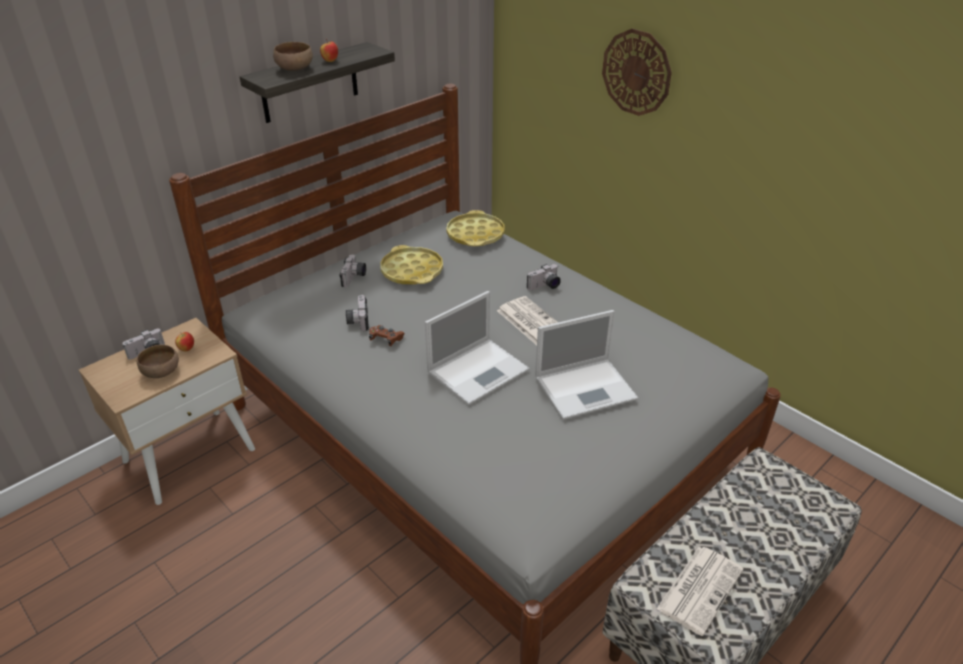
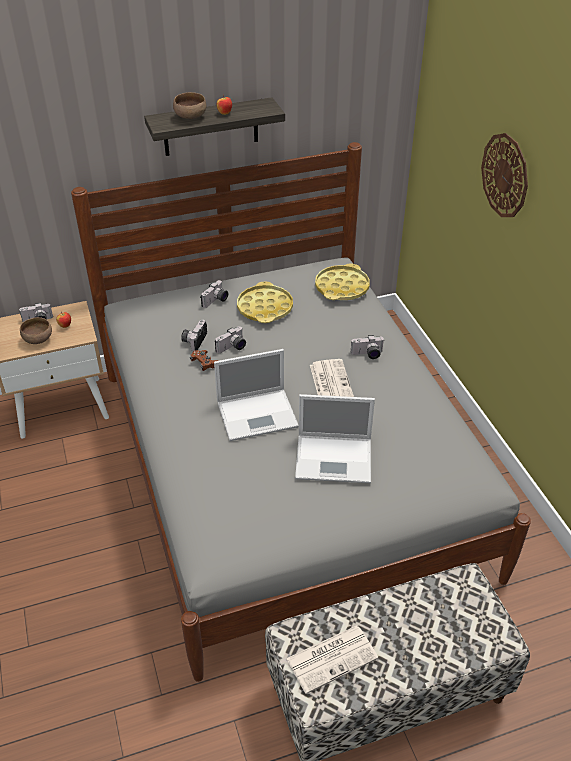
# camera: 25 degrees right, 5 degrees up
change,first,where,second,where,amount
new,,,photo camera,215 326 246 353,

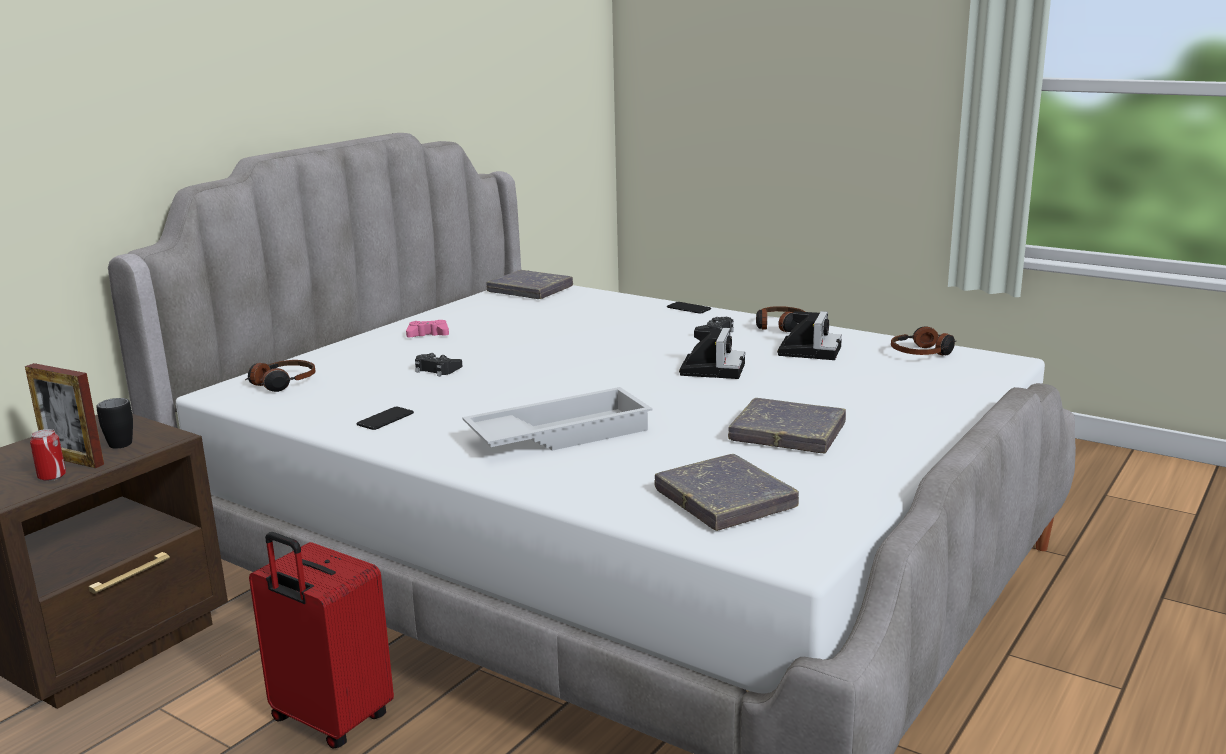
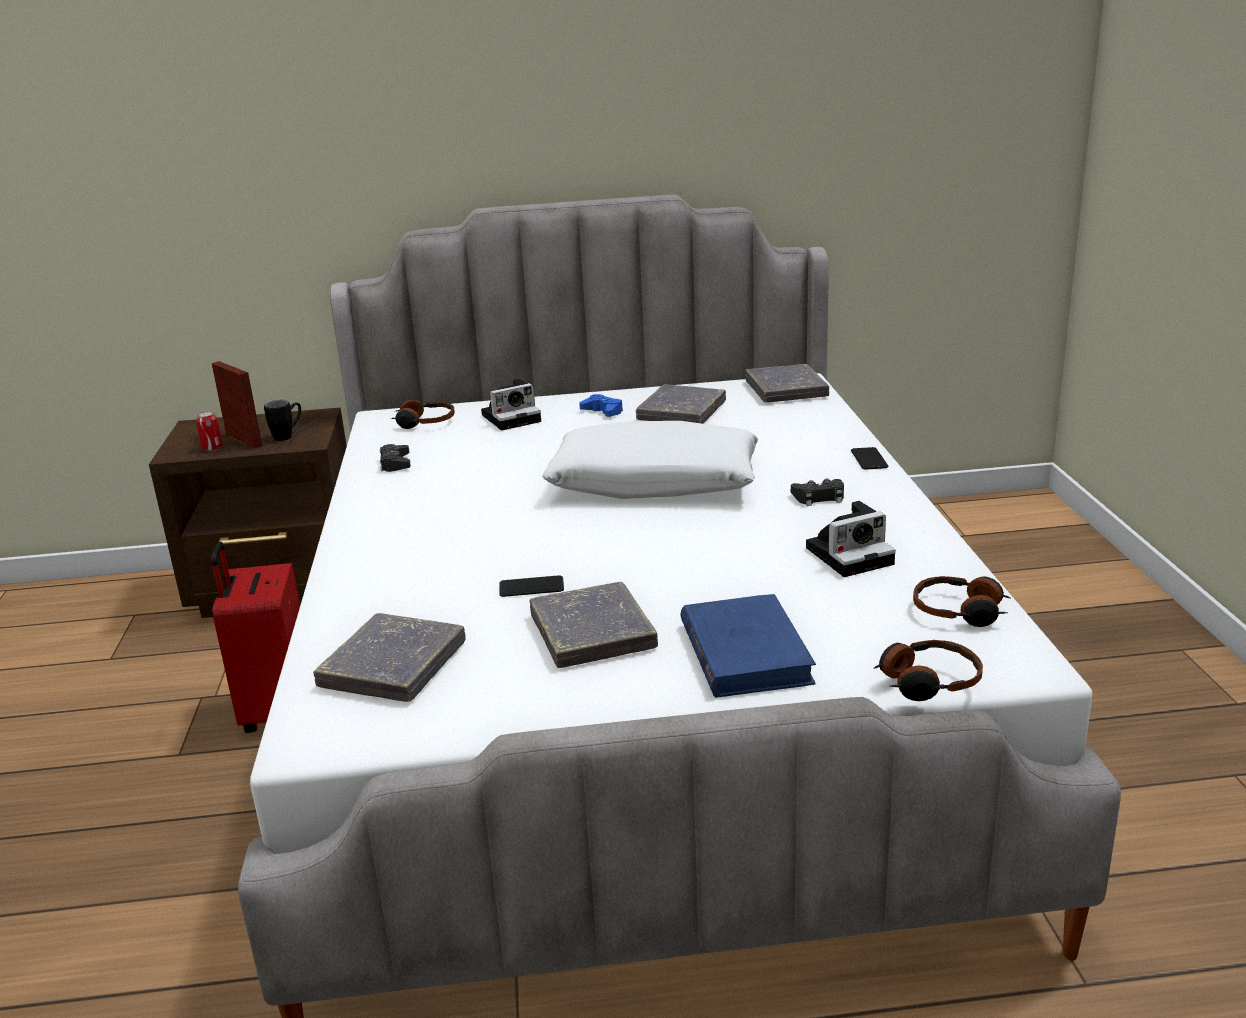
# camera: 50 degrees right, 5 degrees up
change,first,where,second,where,amount
shifted,headphones,756 306 805 332,,874 640 983 701,
repainted,game controller in pink,406 320 449 337,game controller in blue,579 394 623 417,
shifted,photo camera,679 328 745 379,,481 378 541 431,
shifted,game controller in black,415 353 463 377,,380 444 411 472,
rotated,picture frame,25 363 104 468,,212 361 262 448,150 degrees clockwise
gone,tray in white,462 387 653 451,,,
shifted,phone,356 407 414 430,,499 575 564 597,
new,,,book in grey,636 384 726 424,
new,,,pillow in white,542 421 758 499,
new,,,book in blue,680 594 816 698,

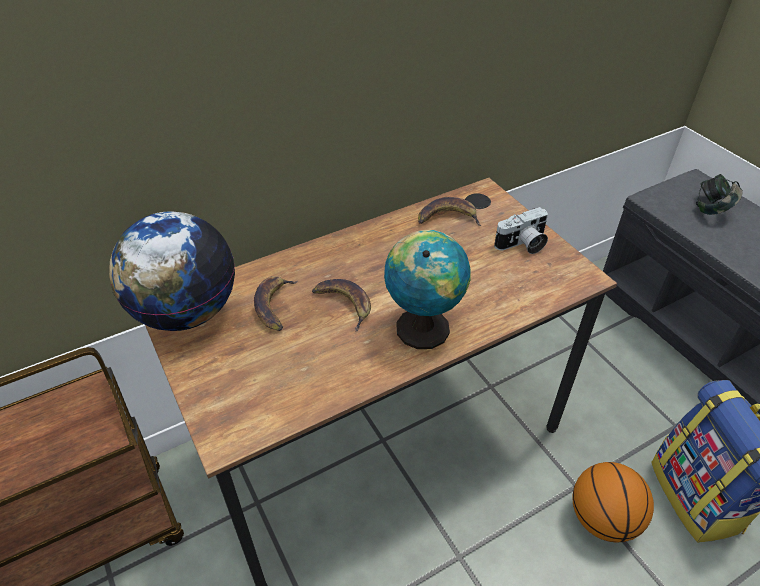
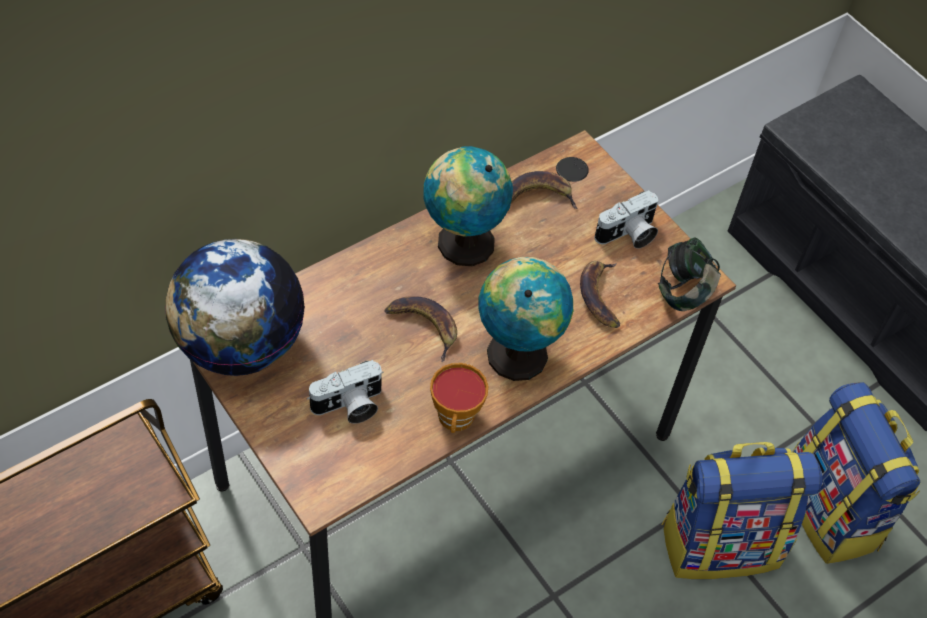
# camera: 10 degrees left, 10 degrees up
change,first,where,second,where,amount
shifted,headphones,696 174 743 215,,658 237 721 311,
shifted,banana,254 276 298 331,,580 261 620 328,
swapped,basketball,572 462 654 543,backpack,662 442 823 579,
new,,,globe,424 146 513 266,
new,,,photo camera,307 360 383 424,
new,,,cup,430 363 488 433,

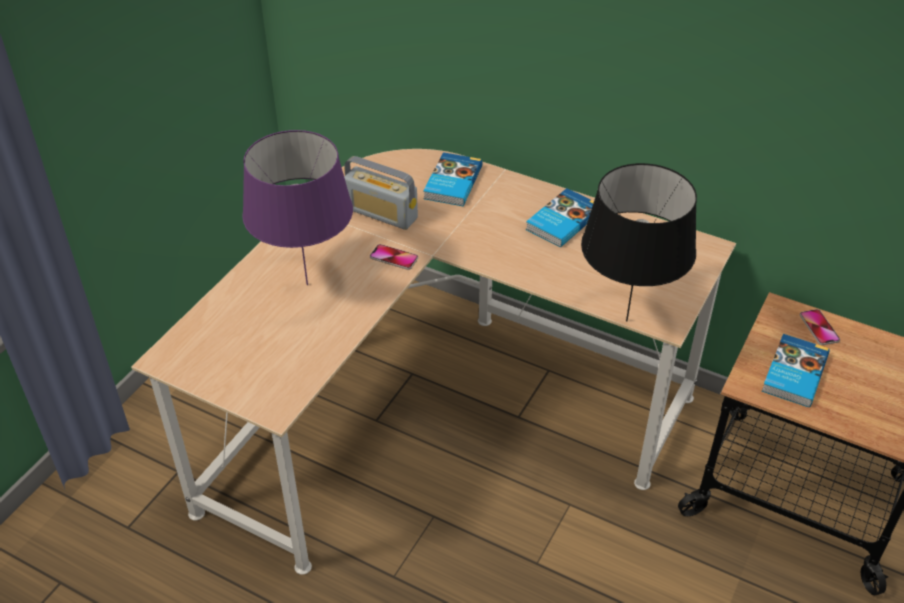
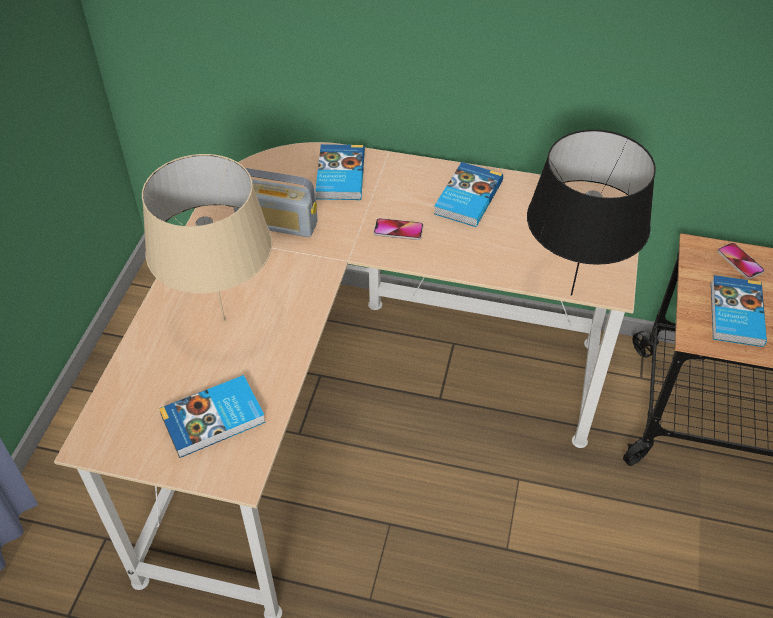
# camera: 15 degrees left, 5 degrees up
change,first,where,second,where,amount
repainted,table lamp in purple,242 130 353 285,table lamp in beige,142 154 272 322,
shifted,phone,370 244 418 270,,374 218 423 240,
new,,,book,159 375 266 458,

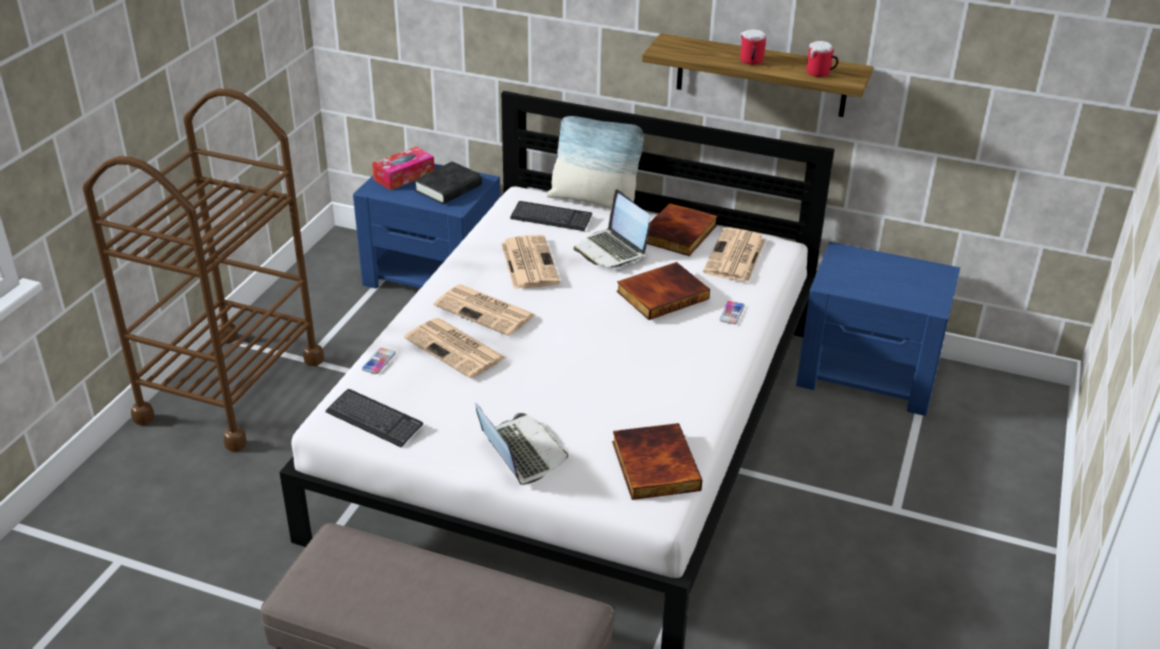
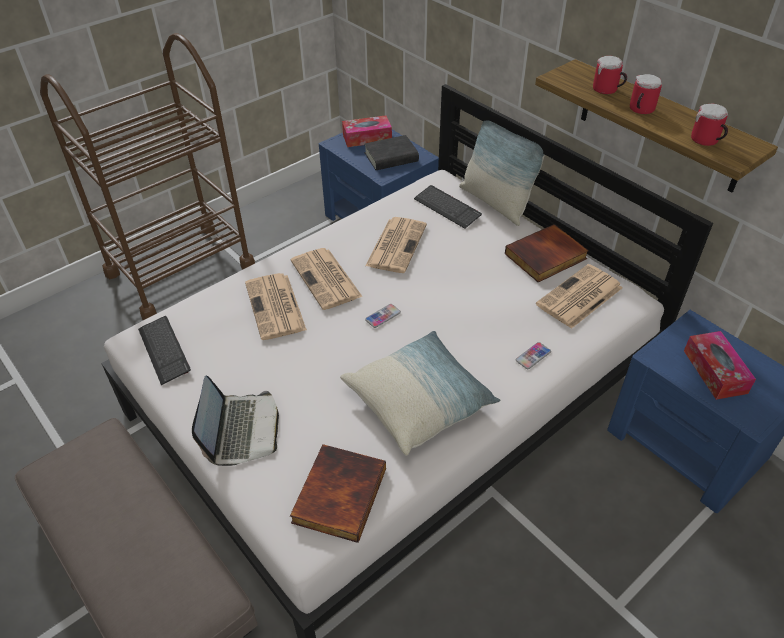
# camera: 30 degrees right, 10 degrees up
change,first,where,second,where,amount
gone,laptop,574 189 650 268,,,
gone,book,616 262 710 320,,,
shifted,phone,362 348 396 374,,365 304 401 328,
new,,,mug,593 56 627 94,
new,,,pillow,340 331 500 456,
new,,,tissue box,684 331 756 400,

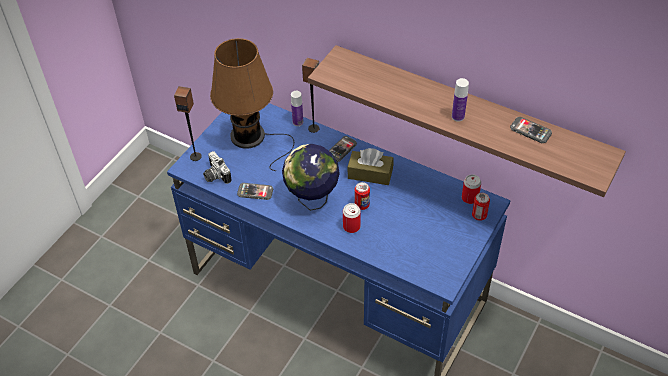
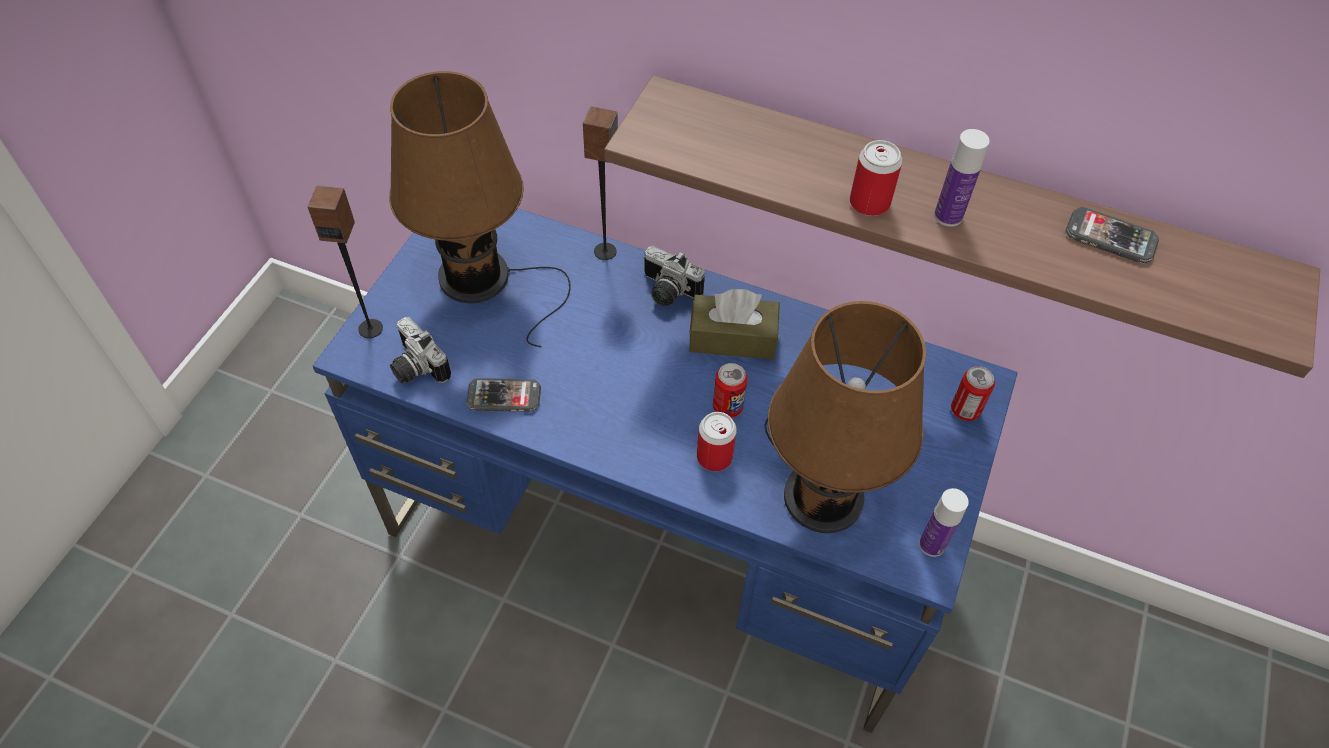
# camera: 10 degrees left, 5 degrees up
change,first,where,second,where,amount
shifted,bottle,291 91 303 126,,919 488 969 557,
swapped,phone,329 136 357 162,photo camera,644 246 705 306,
gone,globe,282 144 340 211,,,
shifted,can,462 174 481 204,,850 140 902 216,
new,,,table lamp in brown,764 301 926 533,

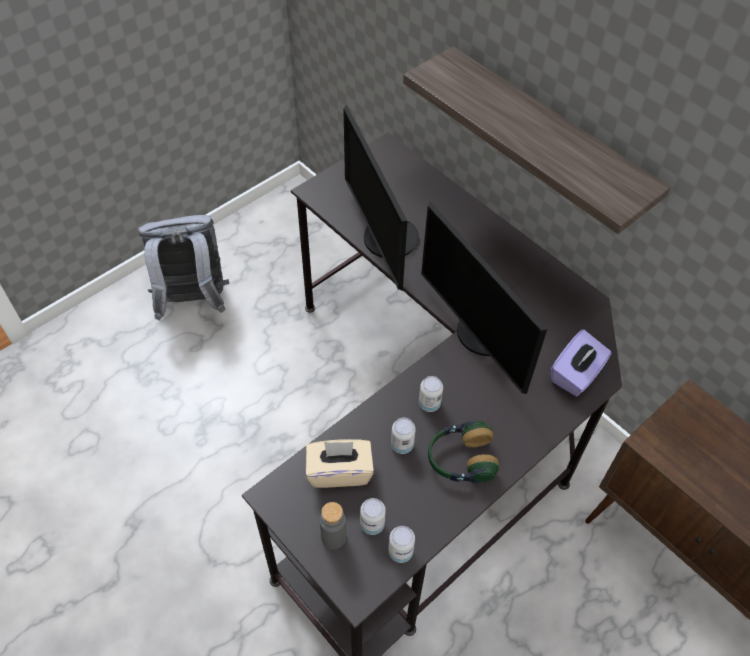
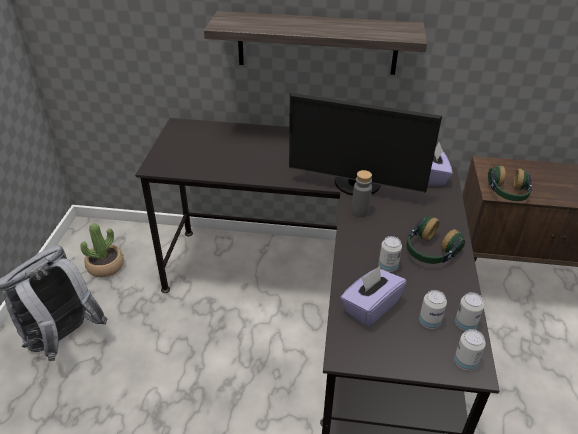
# camera: 40 degrees left, 15 degrees down
change,first,where,second,where,amount
gone,monitor,343 105 419 291,,,
shifted,can,419 376 443 412,,454 329 486 371,
repainted,tissue box in beige,306 439 374 488,tissue box in purple,340 266 407 327,
shifted,bottle in grey,320 502 346 549,,351 170 372 217,
new,,,headphones,488 166 532 201,
new,,,potted plant,80 223 124 278,

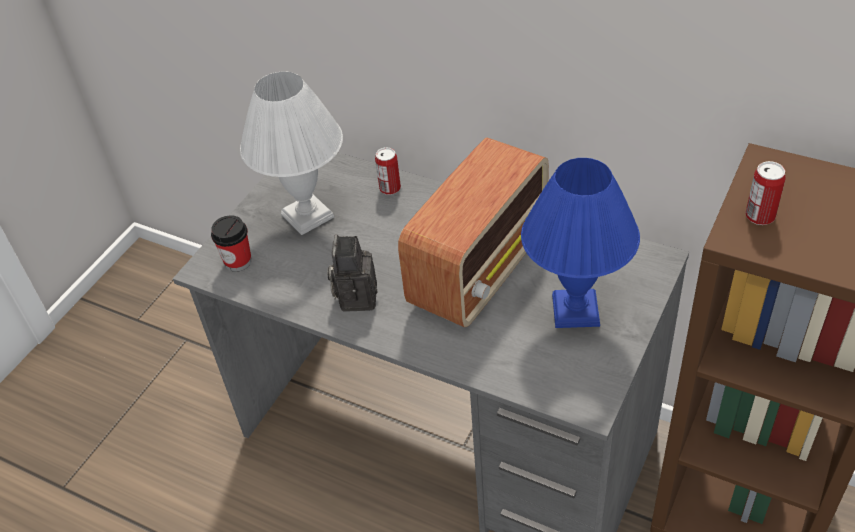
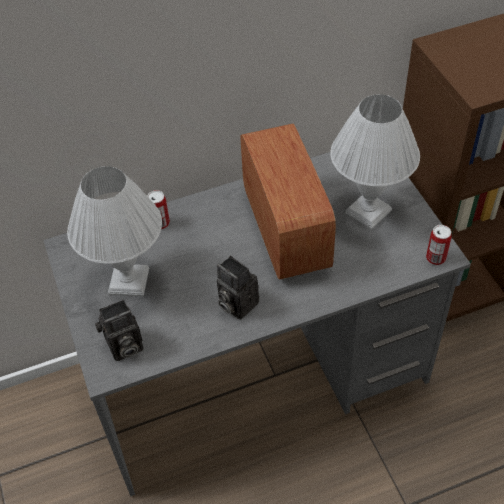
# camera: 50 degrees left, 5 degrees up
change,first,where,second,where,amount
repainted,table lamp in blue,521 158 640 328,table lamp in white,330 94 420 230,
shifted,can,746 161 786 225,,426 225 452 265,
swapped,cup,211 215 252 272,photo camera,95 299 143 361,

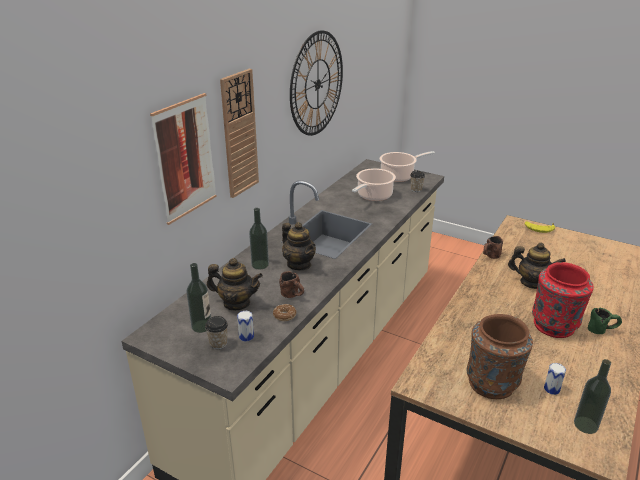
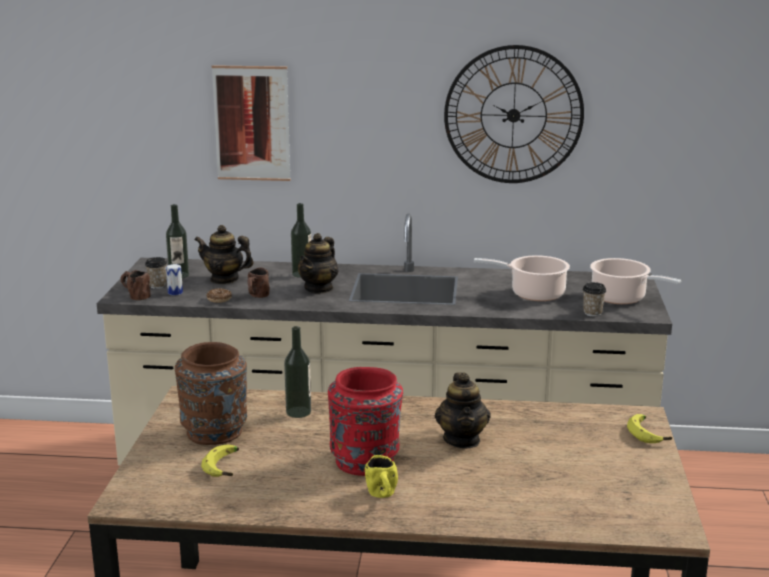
# camera: 65 degrees right, 10 degrees down
change,first,where,second,where,amount
gone,wall clock,220 69 259 198,,,
shifted,mug in brown,483 236 503 259,,120 270 151 300,
rotated,teapot,207 258 263 310,,195 225 253 284,120 degrees clockwise
repainted,mug in green,588 308 622 334,mug in yellow,365 455 398 498,
shifted,bottle,574 359 611 434,,284 326 311 418,
swapped,can,544 363 566 395,banana,201 445 239 477,

